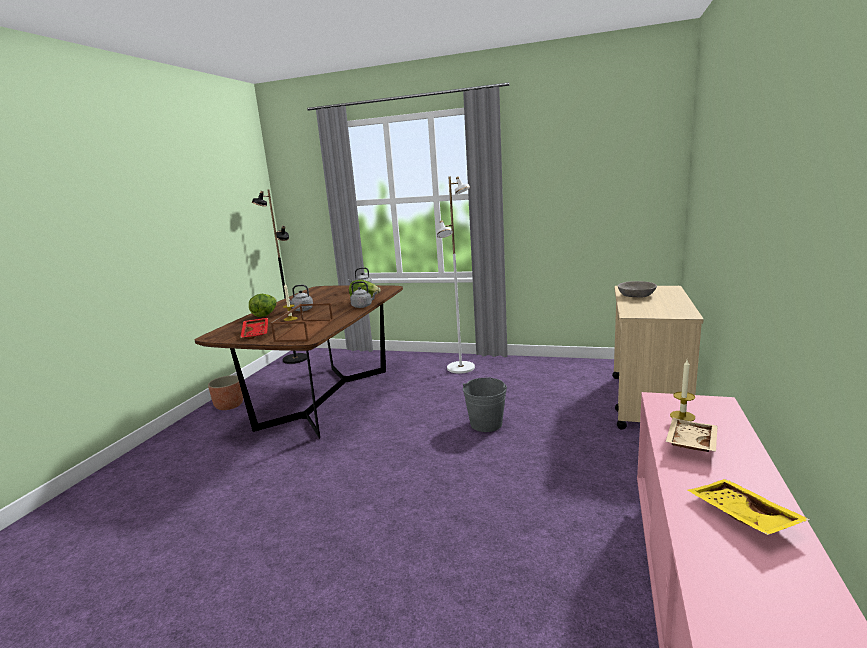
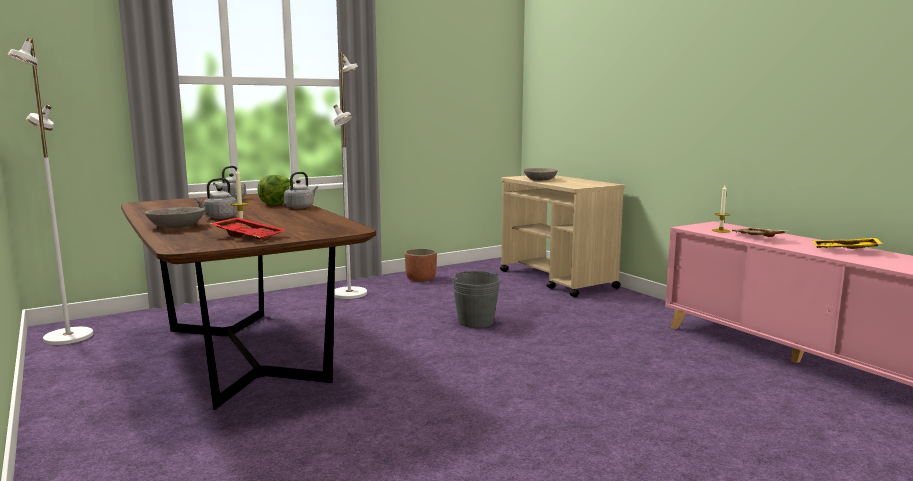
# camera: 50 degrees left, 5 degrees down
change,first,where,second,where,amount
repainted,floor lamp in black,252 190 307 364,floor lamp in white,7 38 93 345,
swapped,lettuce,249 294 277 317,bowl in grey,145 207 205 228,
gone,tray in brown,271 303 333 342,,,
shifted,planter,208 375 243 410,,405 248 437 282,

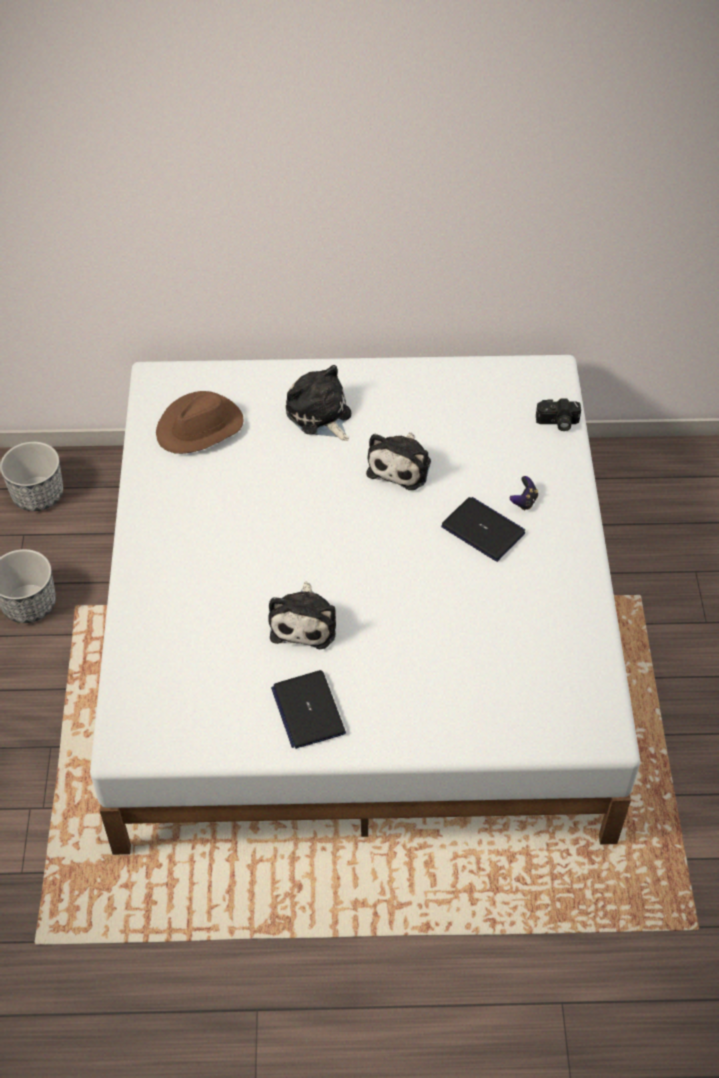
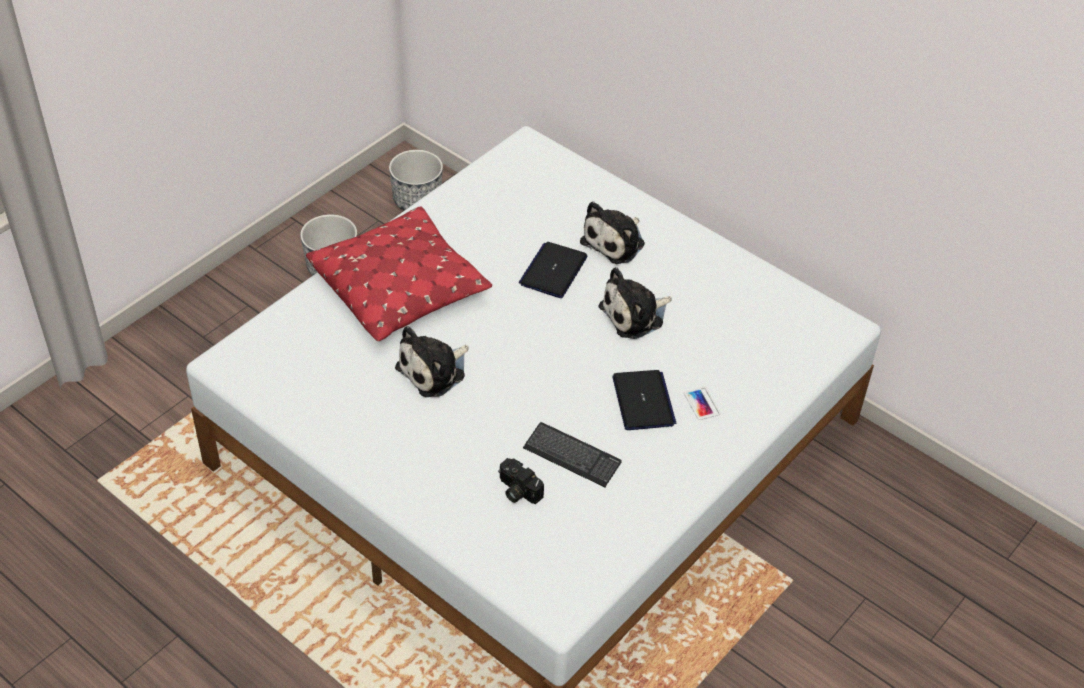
# camera: 40 degrees right, 5 degrees down
change,first,where,second,where,amount
rotated,plush toy,286 365 351 441,,580 201 645 264,150 degrees counterclockwise
gone,hat in brown,156 391 244 454,,,
shifted,photo camera,536 398 581 431,,498 458 544 504,
swapped,game controller,510 476 538 510,phone,684 387 720 420,
shifted,laptop,271 670 346 749,,519 242 588 298,
new,,,pillow in red,306 207 492 341,
new,,,keyboard,523 422 622 487,

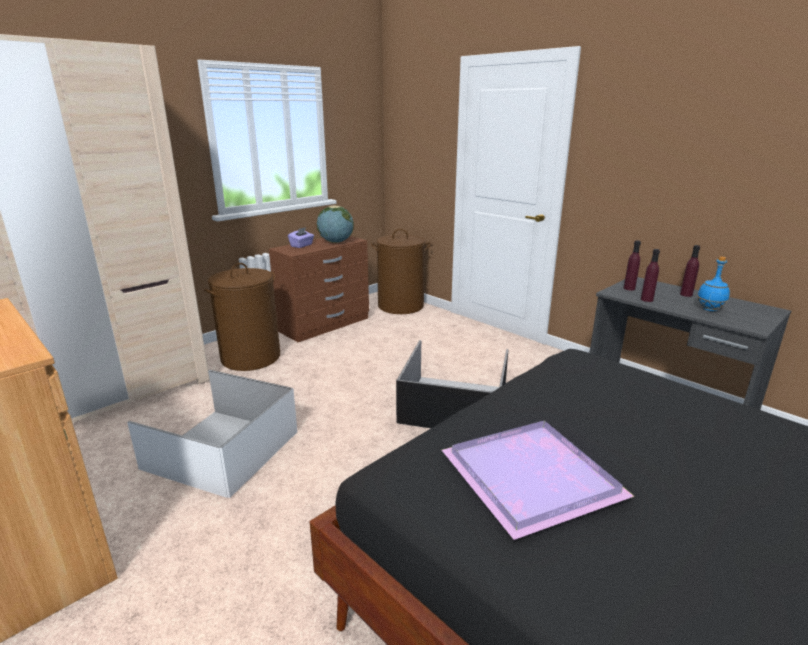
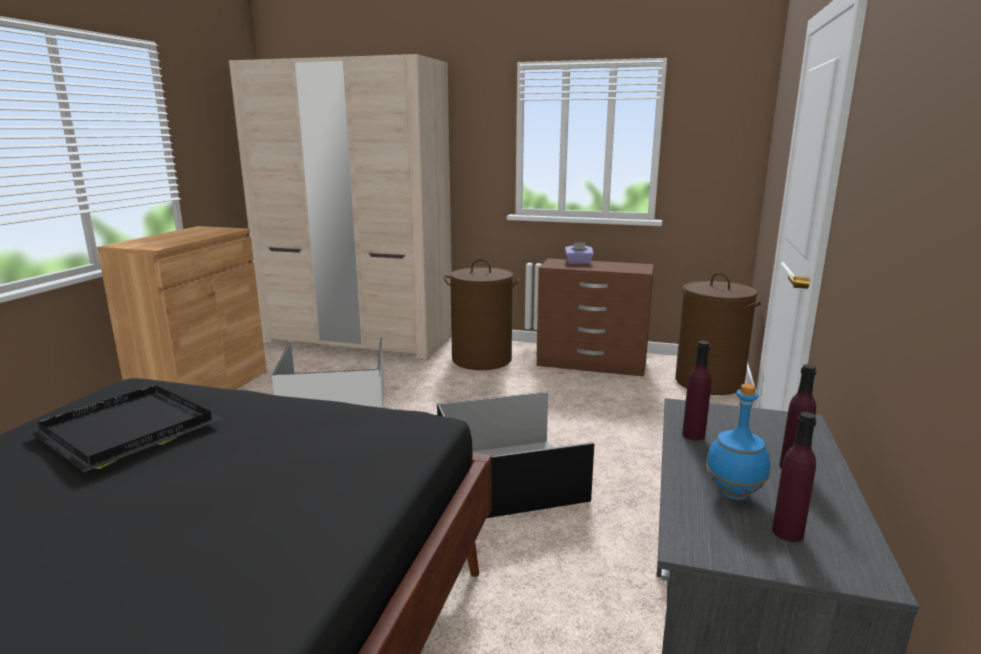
# camera: 60 degrees right, 5 degrees down
change,first,where,second,where,amount
gone,globe,317 206 354 243,,,
shifted,bottle in purple,624 240 641 291,,772 412 817 542,
repainted,tray in purple,442 421 634 540,tray in black,27 385 223 472,

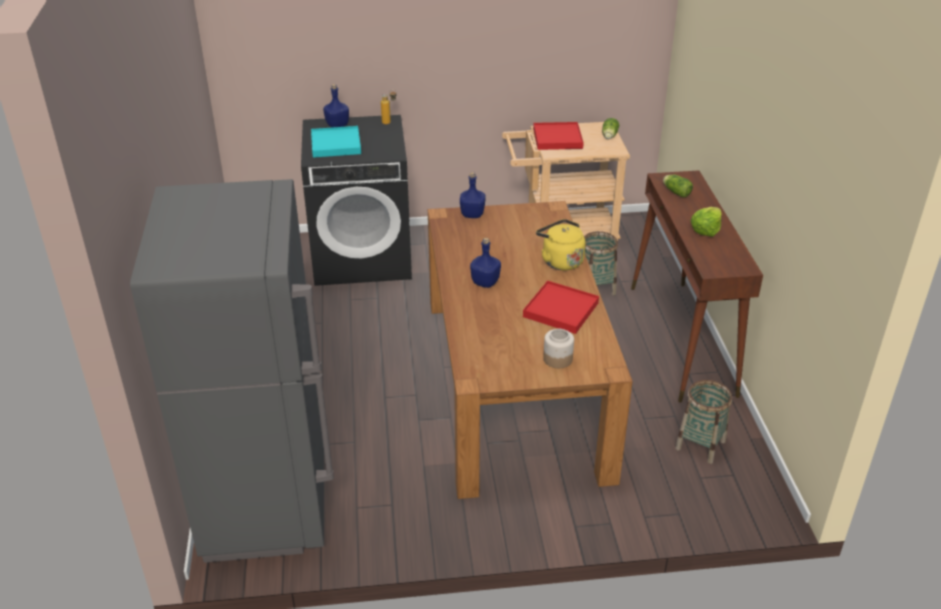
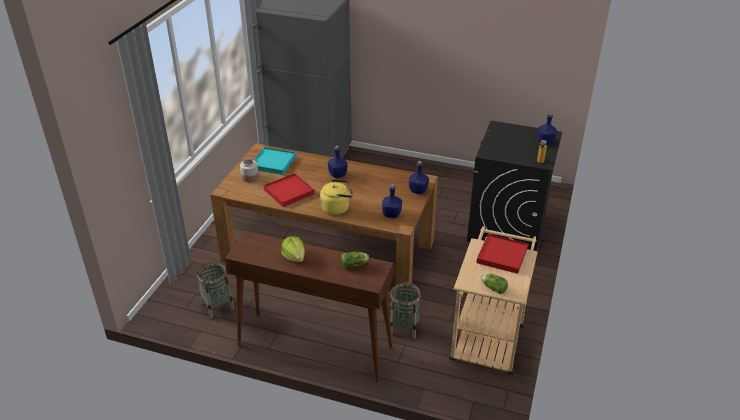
# camera: 115 degrees right, 0 degrees up
change,first,where,second,where,amount
shifted,tray in turquoise,311 126 361 157,,254 147 296 175,
new,,,bottle in blue,382 184 402 218,

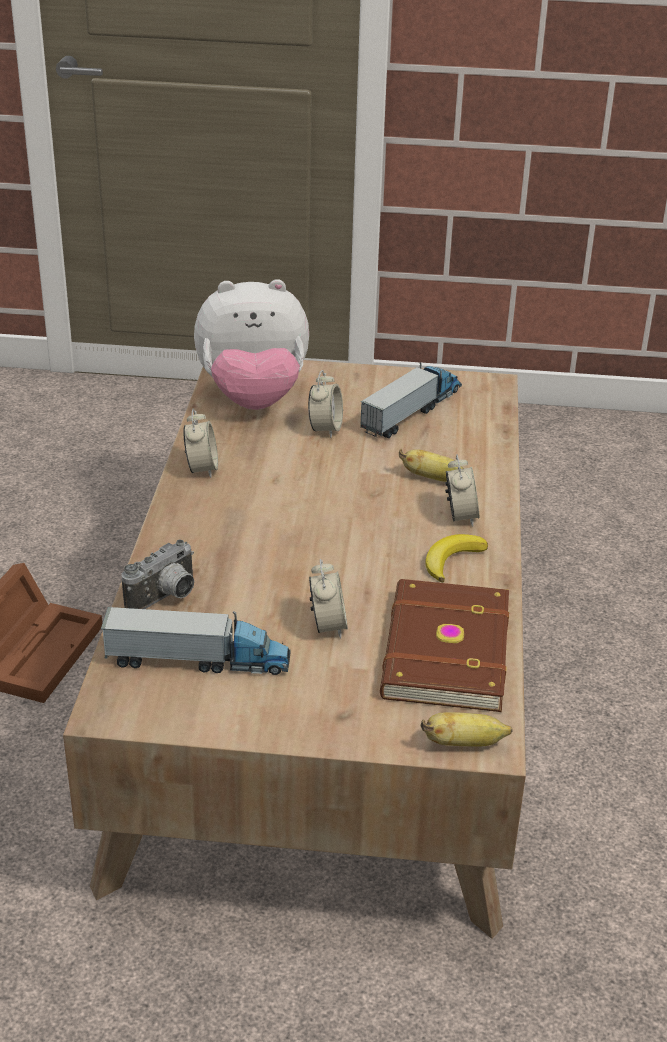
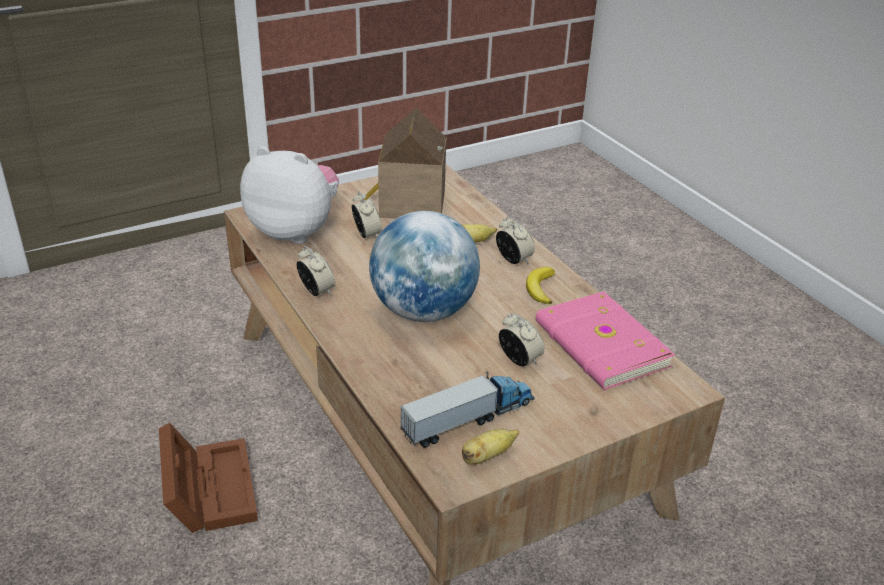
# camera: 35 degrees left, 0 degrees up
change,first,where,second,where,amount
rotated,plush toy,194 279 309 410,,240 146 339 244,120 degrees counterclockwise
swapped,toy truck,360 363 462 438,toy house,363 108 446 219,
gone,photo camera,121 539 194 609,,,
repainted,book in brown,380 579 509 712,book in pink,536 291 675 390,
shifted,banana,421 712 513 747,,462 429 519 465,
new,,,globe,369 211 480 322,

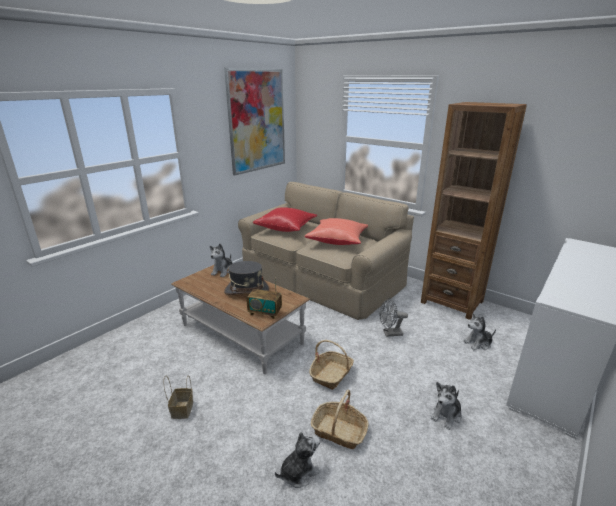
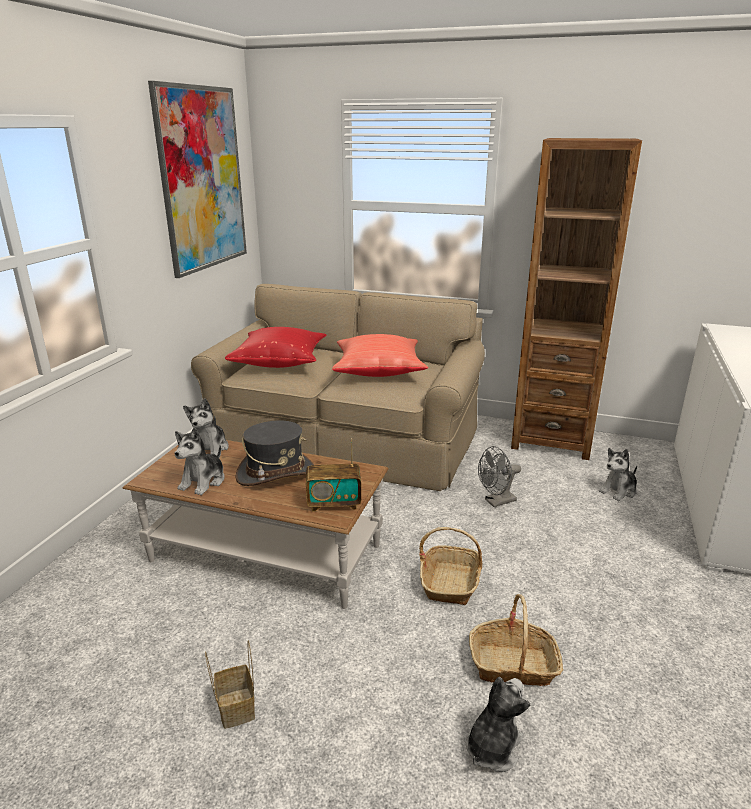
# camera: 20 degrees left, 0 degrees up
change,first,where,second,where,amount
shifted,plush toy,431 382 462 430,,174 428 225 495,

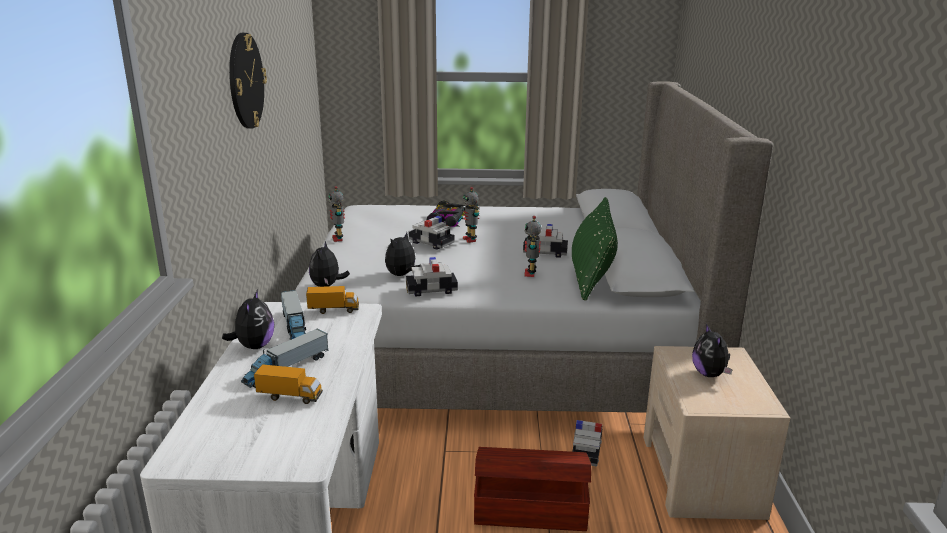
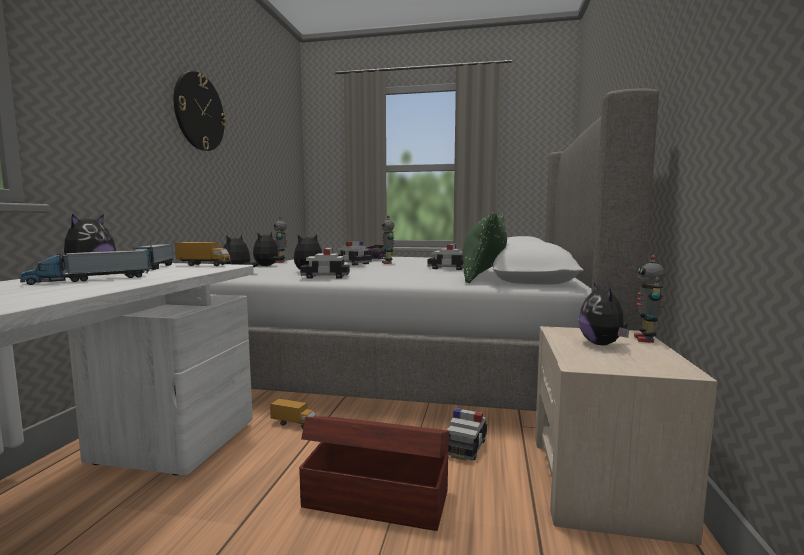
# camera: 10 degrees right, 15 degrees down
change,first,where,second,where,amount
shifted,toy robot,524 216 542 277,,634 255 665 343,
shifted,toy truck,254 364 323 404,,270 399 317 429,
new,,,plush toy,253 232 285 266,

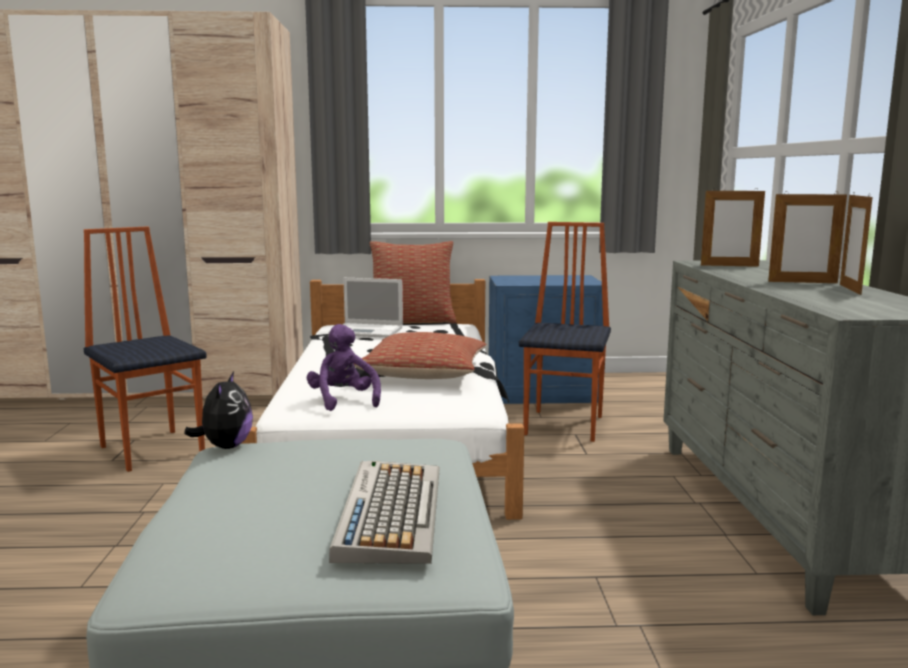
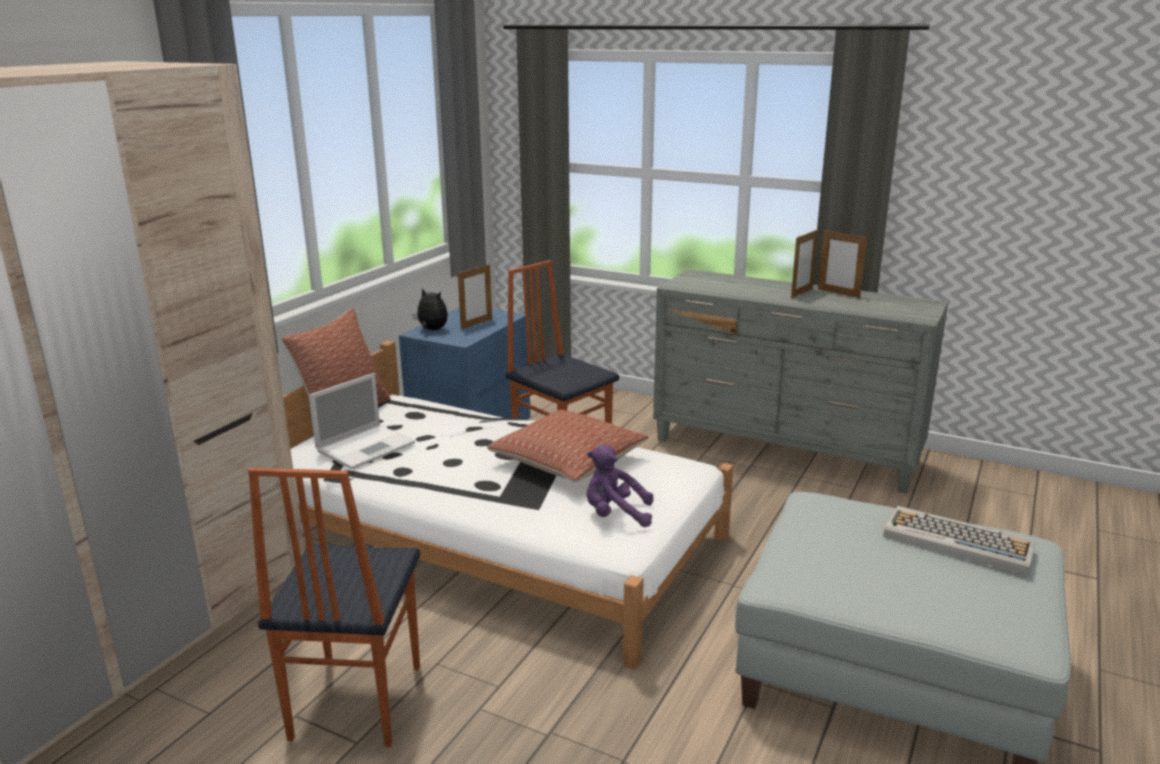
# camera: 60 degrees left, 10 degrees up
change,first,where,second,where,amount
shifted,picture frame,701 188 765 267,,458 263 492 330,
rotated,chair,84 226 207 472,,248 467 420 747,75 degrees counterclockwise
shifted,plush toy,184 372 253 449,,412 288 448 330,

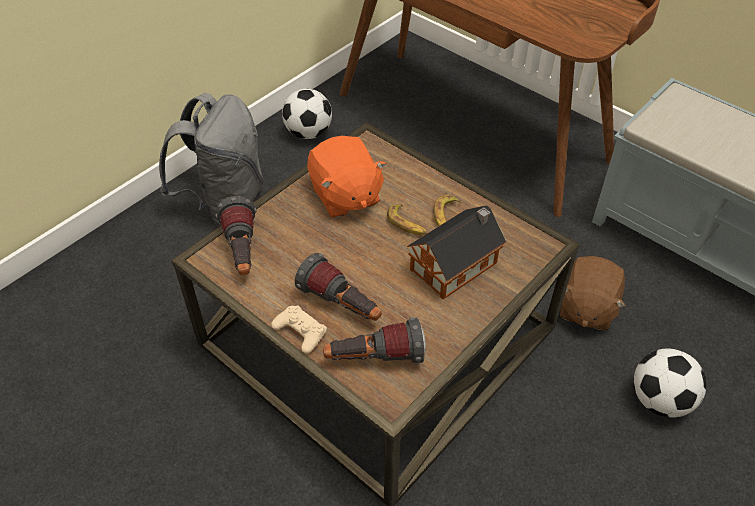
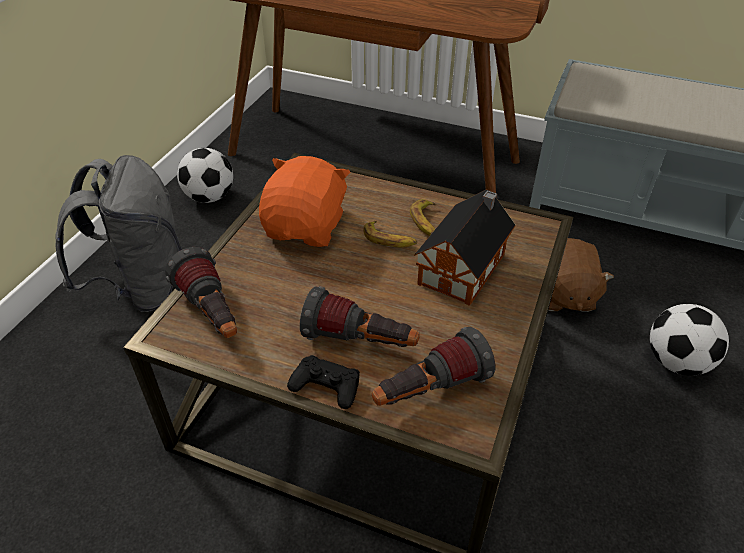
# camera: 20 degrees left, 5 degrees down
change,first,where,second,where,amount
rotated,plush toy in orange,307 136 387 218,,259 156 350 247,120 degrees counterclockwise
repainted,game controller in beige,271 305 327 354,game controller in black,287 355 360 409,

